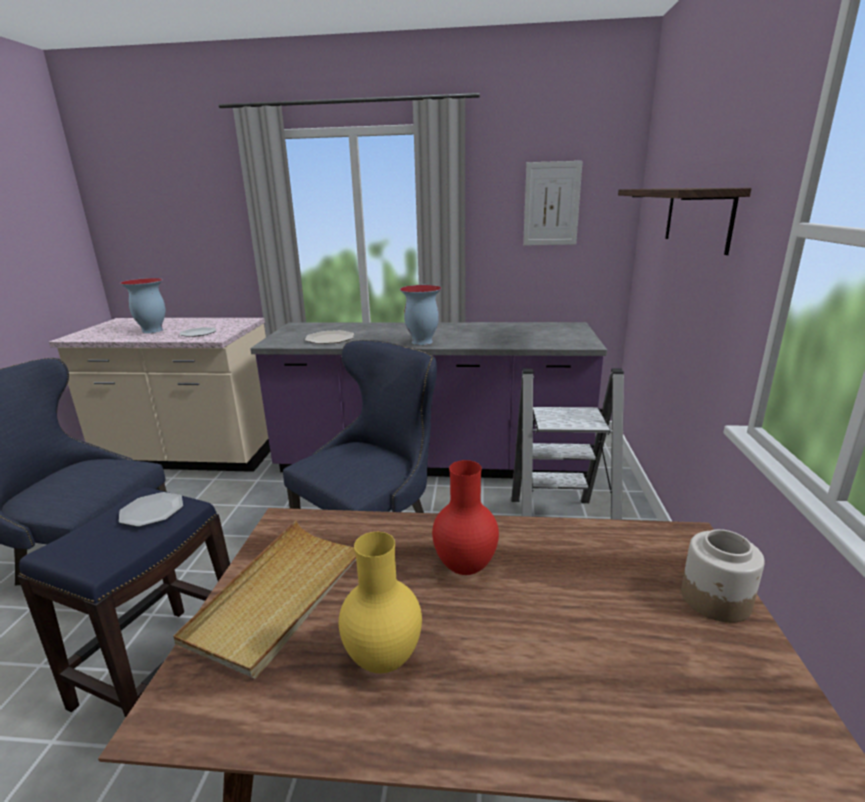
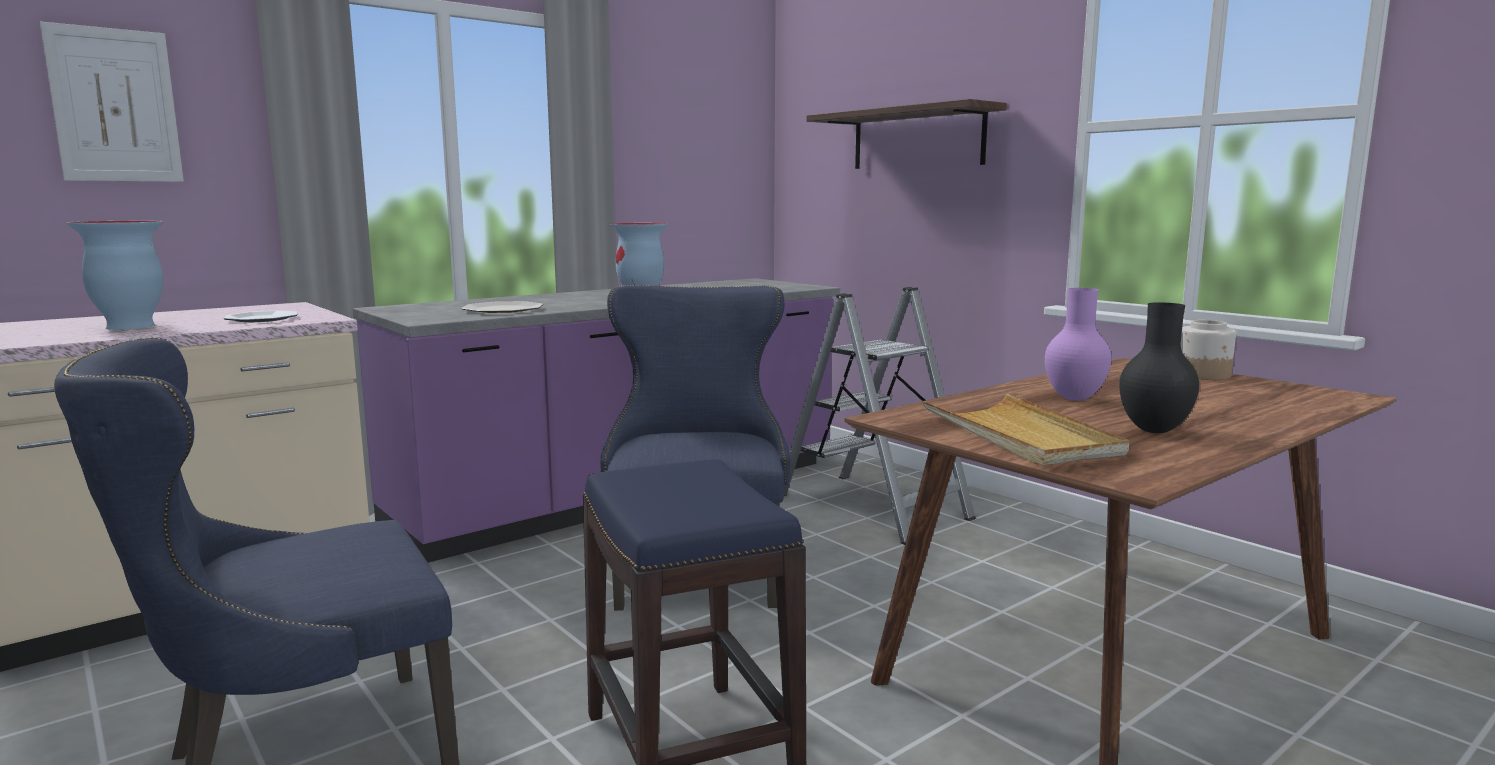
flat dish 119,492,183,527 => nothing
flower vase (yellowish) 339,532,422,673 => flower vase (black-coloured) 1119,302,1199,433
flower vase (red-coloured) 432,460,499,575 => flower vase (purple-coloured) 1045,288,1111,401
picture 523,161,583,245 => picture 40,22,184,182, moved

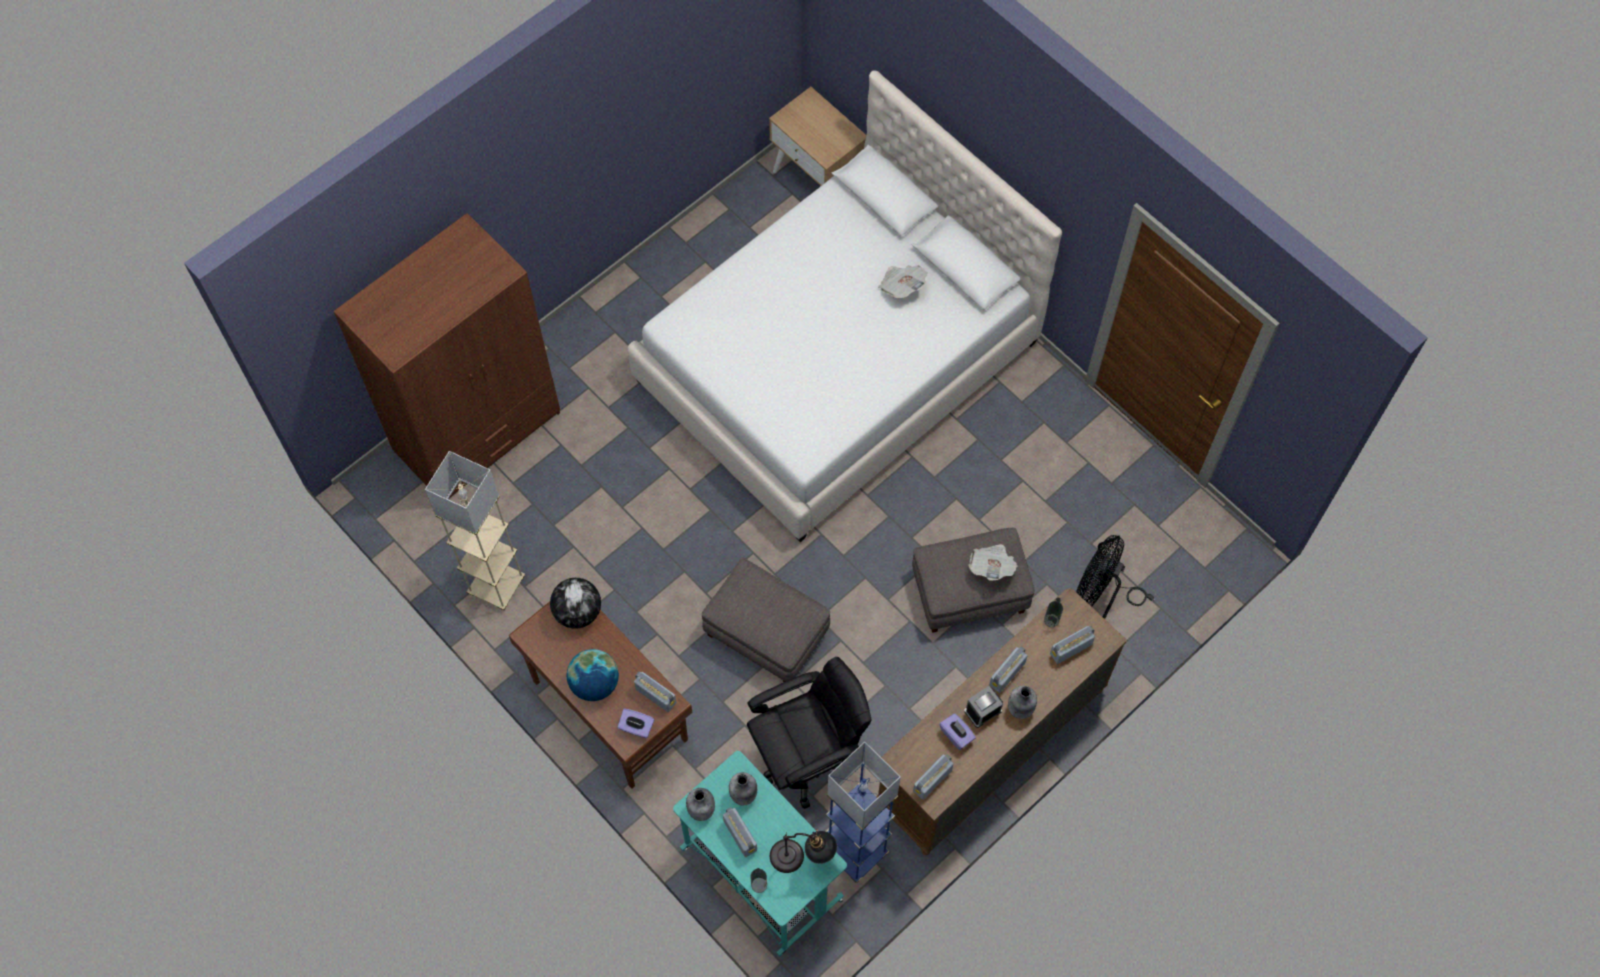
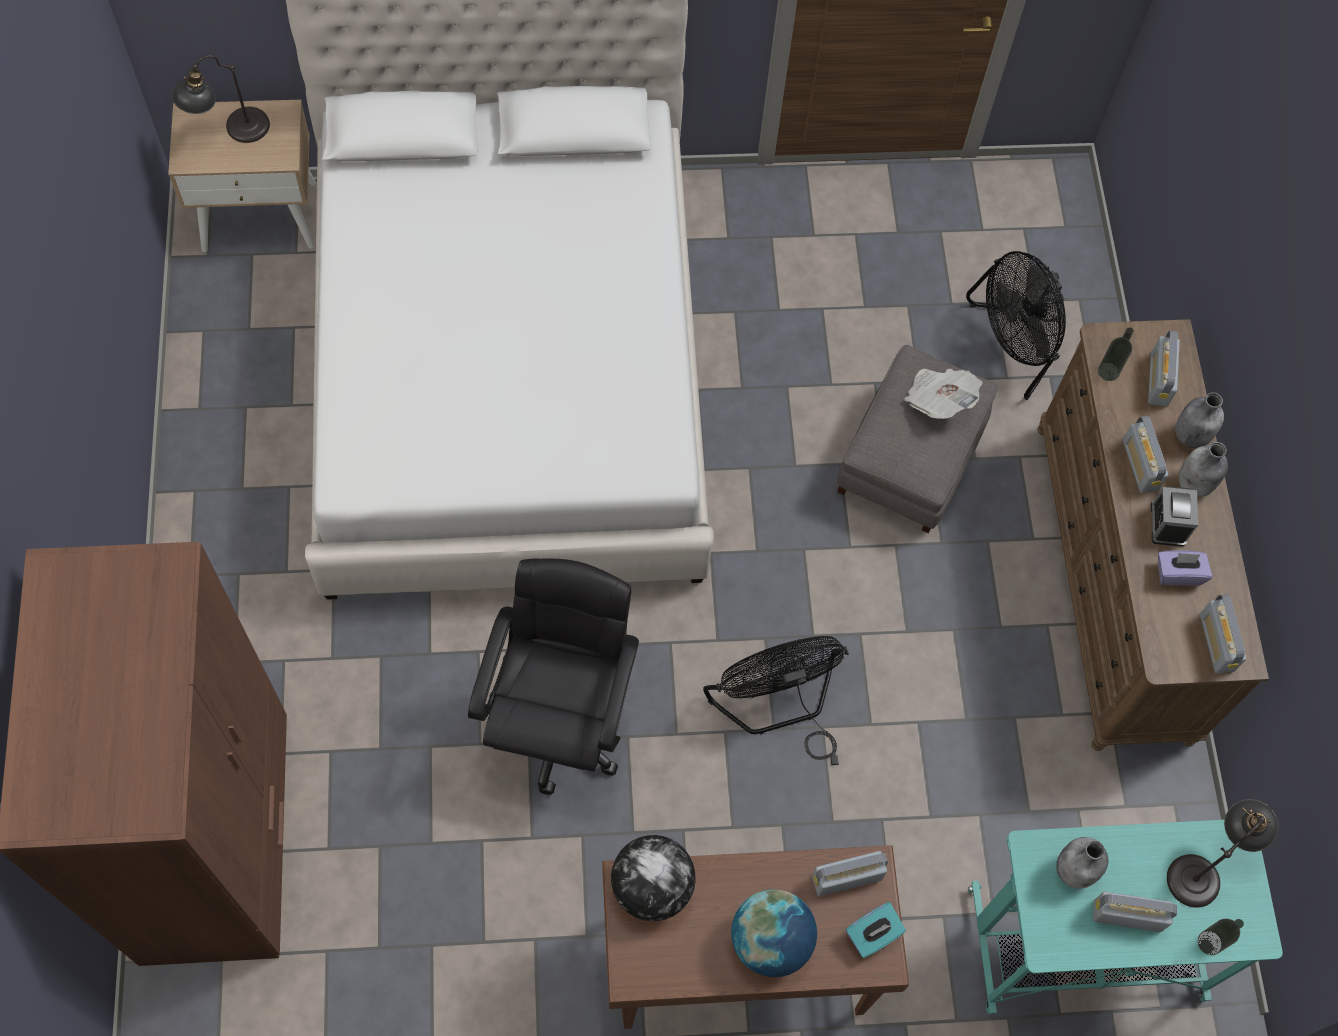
standard lamp (beige-coloured) 425,451,525,610 => nothing
tissue box (purple-coloured) 617,708,654,738 => tissue box (turquoise) 846,902,906,958
beverage bottle (greyish) 686,788,715,821 => beverage bottle (greyish) 1175,392,1224,448, moved
pouffe (greyish) 702,558,830,682 => fan (black-coloured) 703,636,849,765
office chair (black-coloured) 747,657,871,809 => office chair (black-coloured) 468,558,639,795, moved
standard lamp (blue) 826,742,901,883 => nothing
daily paper 878,265,928,298 => nothing
nothing => lamp for a table (greyish) 172,55,270,143

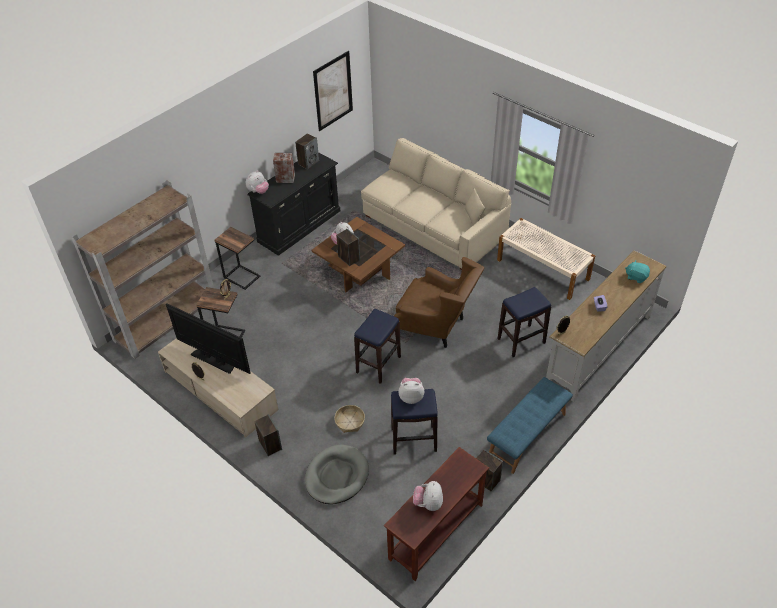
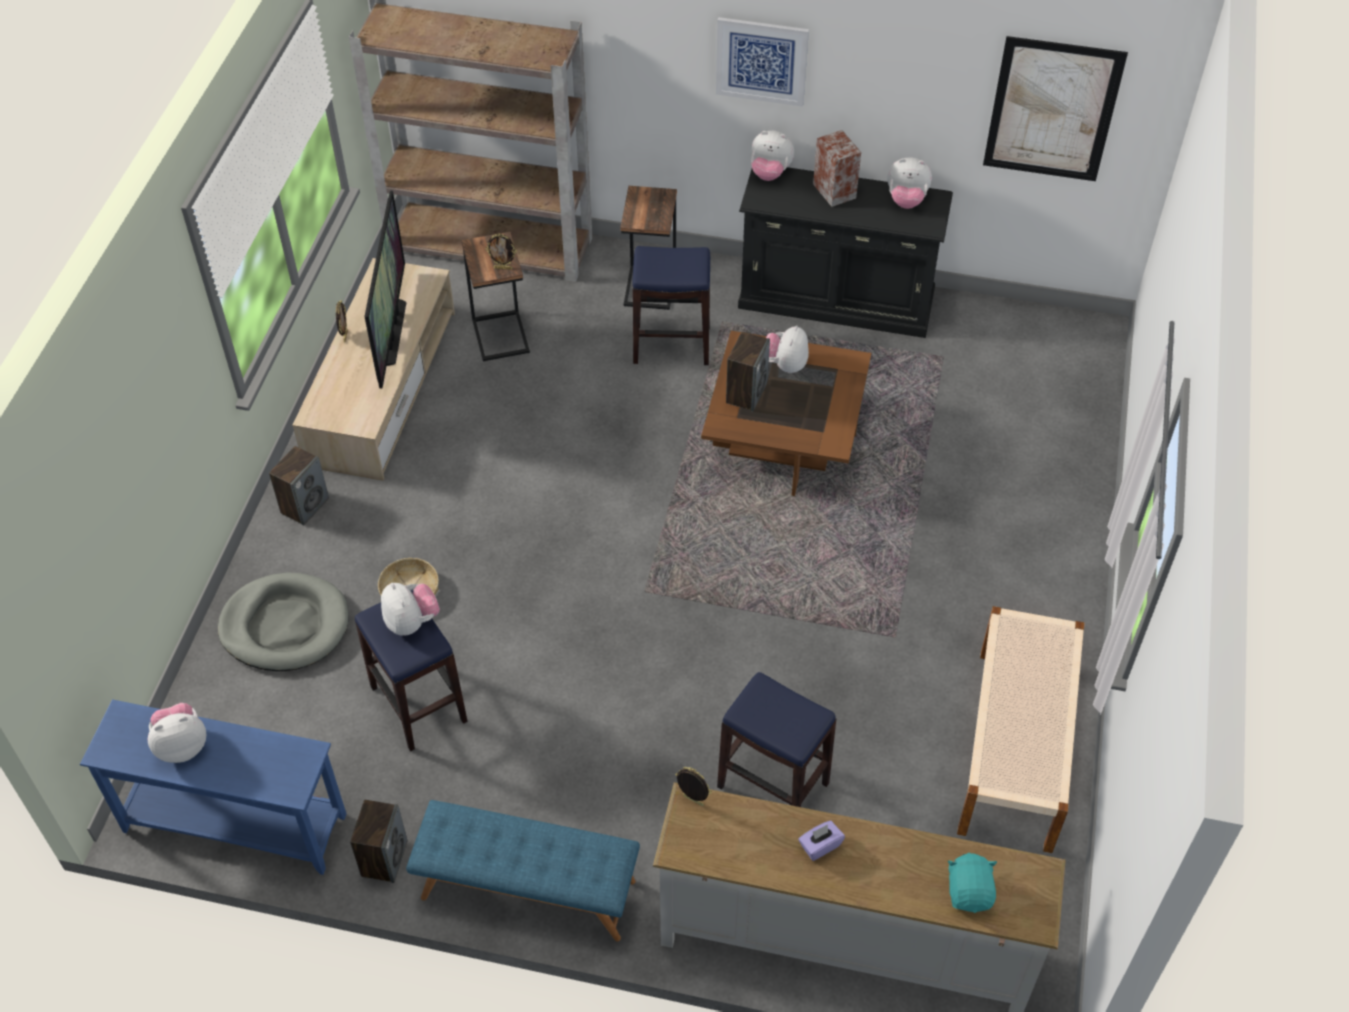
audio speaker 295,134,319,169 => plush toy 887,157,932,209
stool 354,309,401,384 => stool 632,246,710,365, moved
settee (beige-coloured) 361,138,511,270 => nothing
console table (brown) 384,447,489,581 => console table (blue) 80,699,346,875
lounge chair (brown) 394,257,484,348 => nothing
nothing => picture 716,17,809,107

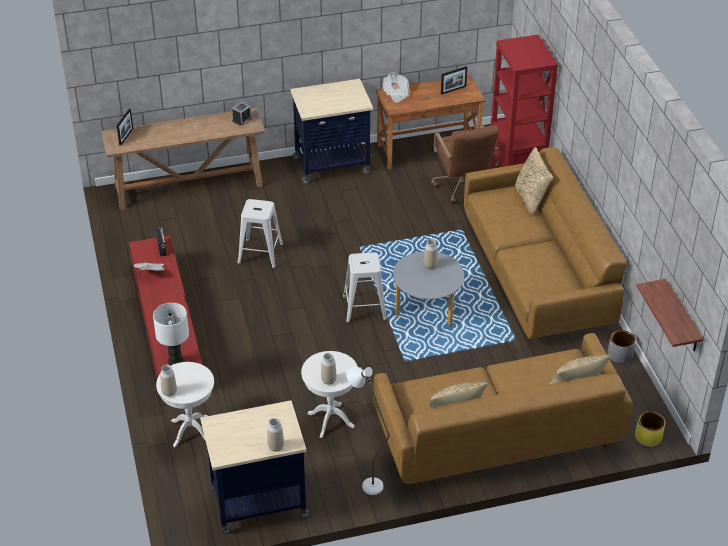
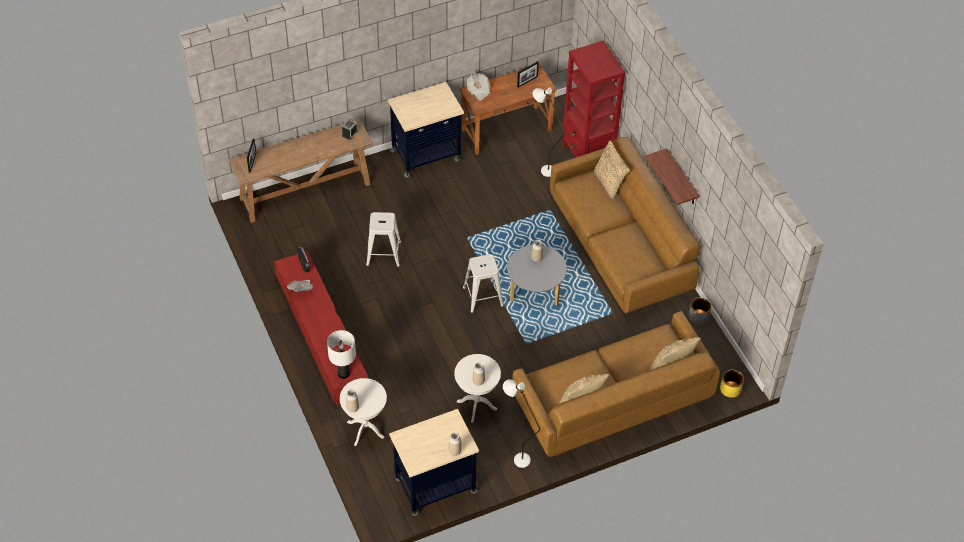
office chair (brown) 431,125,499,204 => standard lamp (white-coloured) 533,88,565,177
shelf 636,279,703,351 => shelf 645,148,699,205, moved

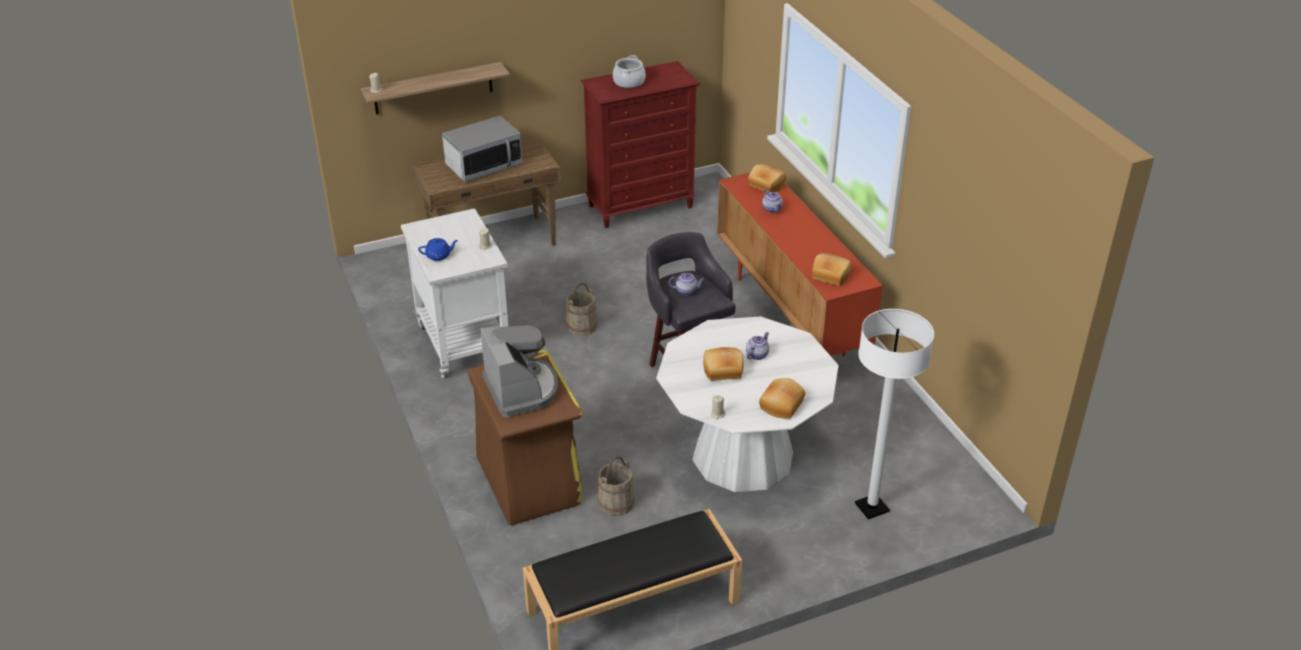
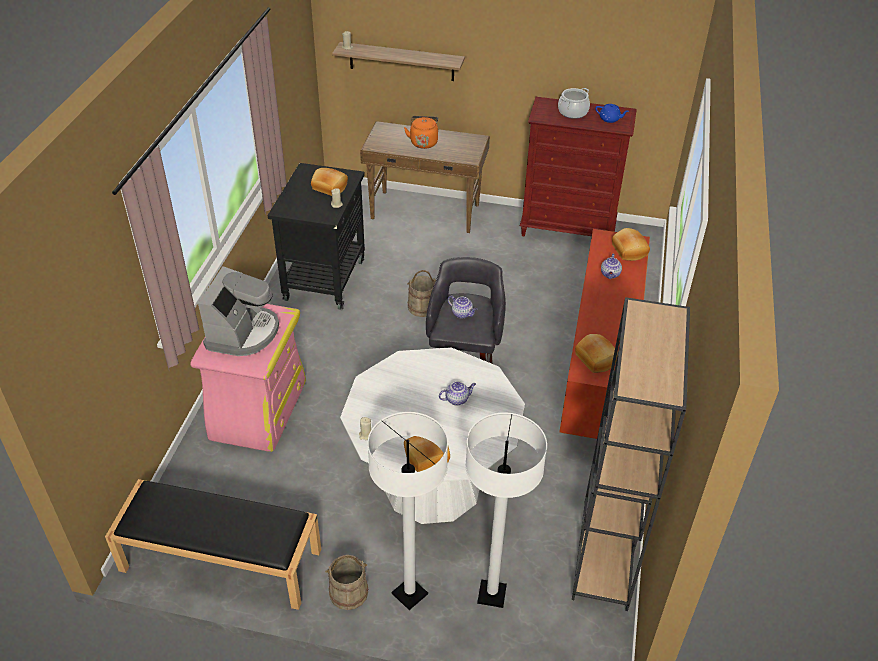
cart (white-coloured) 401,208,508,378 => cart (black-coloured) 268,163,365,310
teapot (blue) 418,238,458,261 => teapot (blue) 595,104,629,123, moved
microwave oven 442,116,522,182 => water kettle (orangey) 404,116,438,149
nightstand (brown) 468,350,583,525 => nightstand (pink) 190,304,306,452
bucket (beige-coloured) 597,456,635,516 => bucket (beige-coloured) 325,555,368,610, moved
bread 703,347,744,381 => bread 311,168,348,196, moved
nothing => standard lamp (white-coloured) 368,412,448,610
nothing => bookcase 572,297,690,611

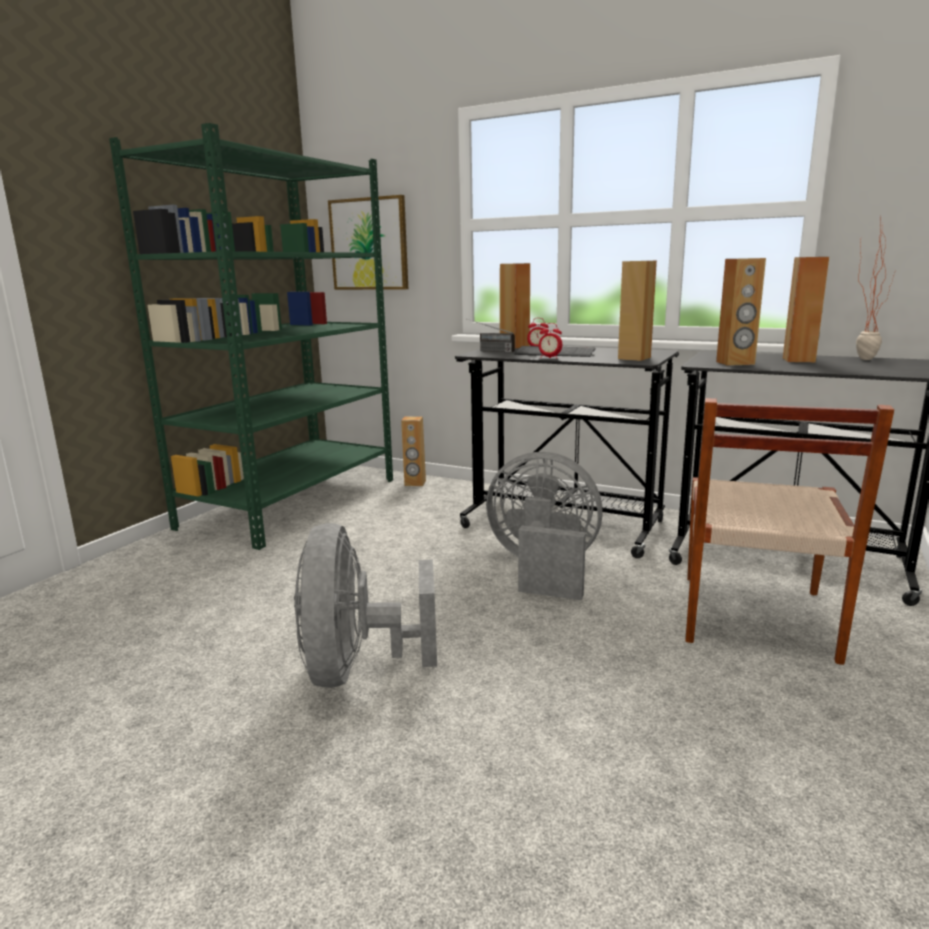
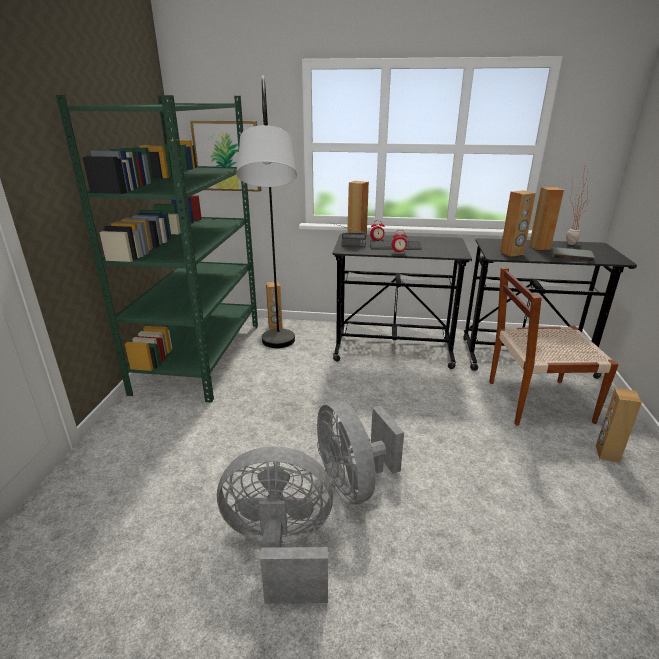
fan (greyish) 486,452,603,600 => fan (greyish) 217,446,333,604, moved
audio speaker (brown) 618,261,657,361 => audio speaker (brown) 596,388,642,463, moved
upright chair 685,398,894,665 => upright chair 489,267,619,426, 90 degrees clockwise
nothing => standard lamp (greyish) 236,75,297,348
nothing => book (greyish) 551,247,595,262

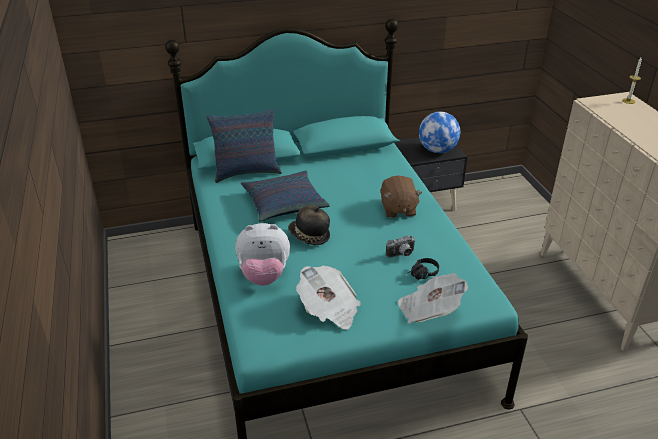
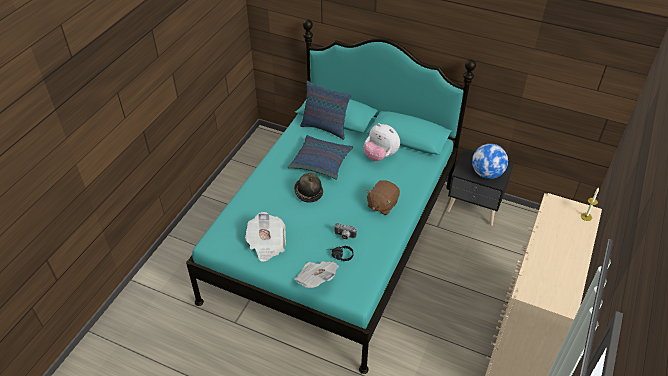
plush toy 235,223,290,286 => plush toy 363,123,400,161, moved

